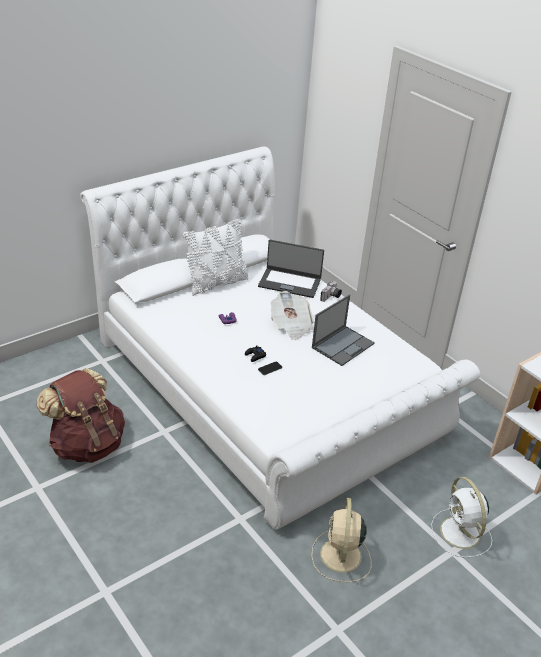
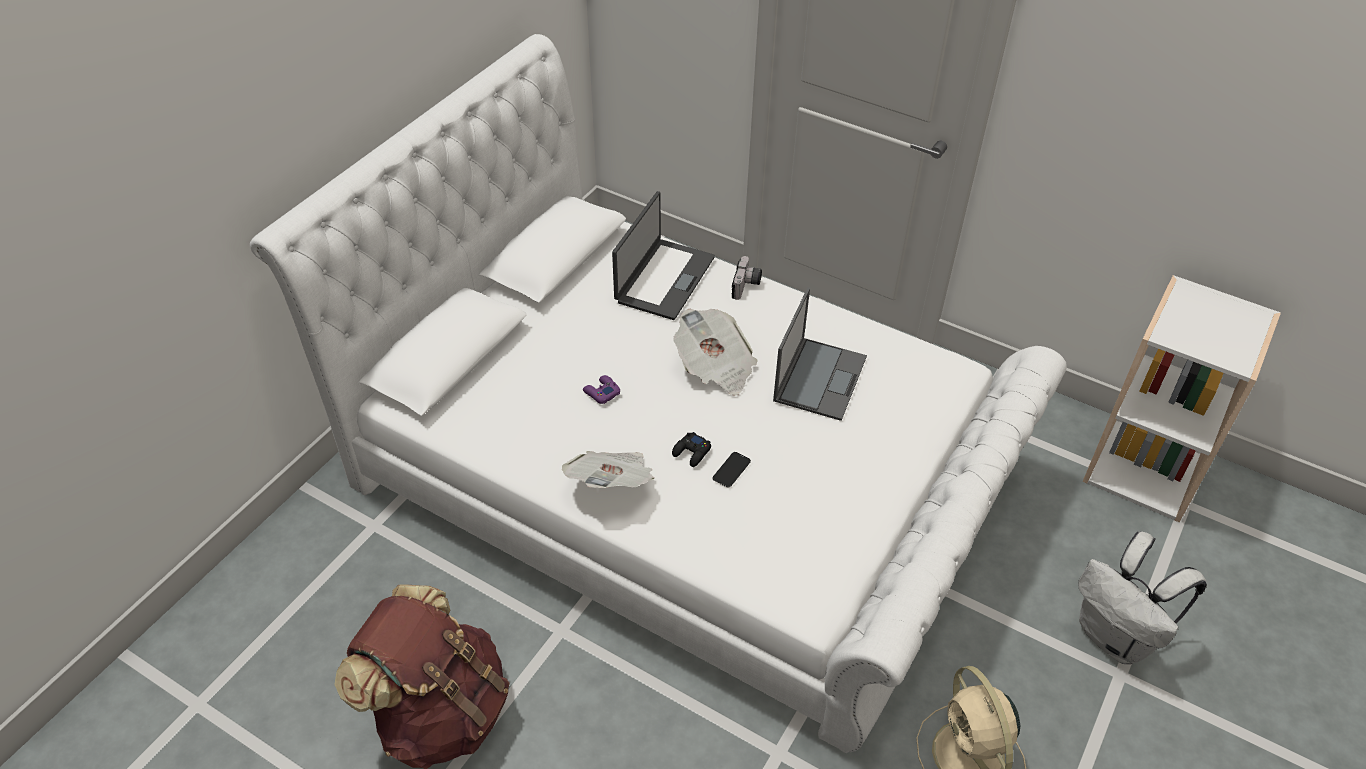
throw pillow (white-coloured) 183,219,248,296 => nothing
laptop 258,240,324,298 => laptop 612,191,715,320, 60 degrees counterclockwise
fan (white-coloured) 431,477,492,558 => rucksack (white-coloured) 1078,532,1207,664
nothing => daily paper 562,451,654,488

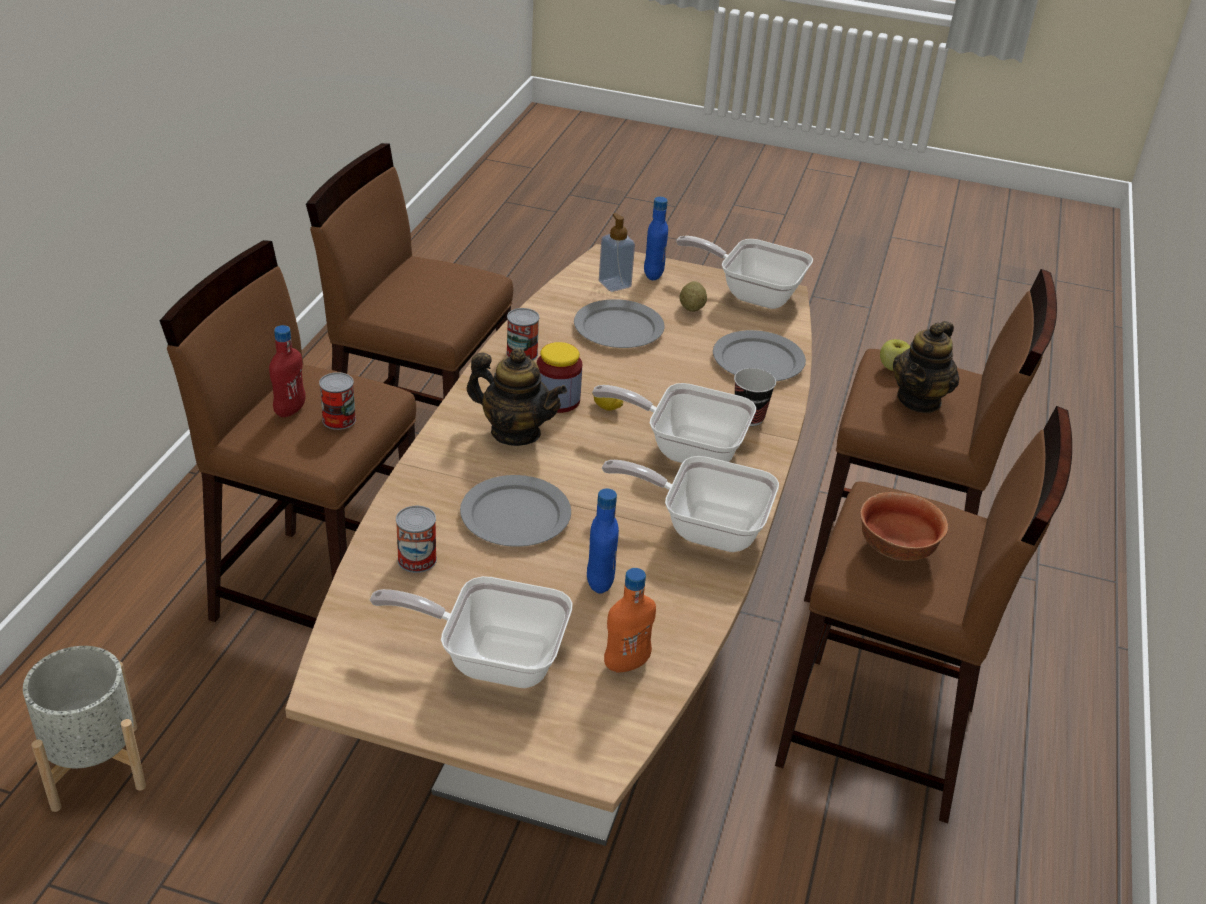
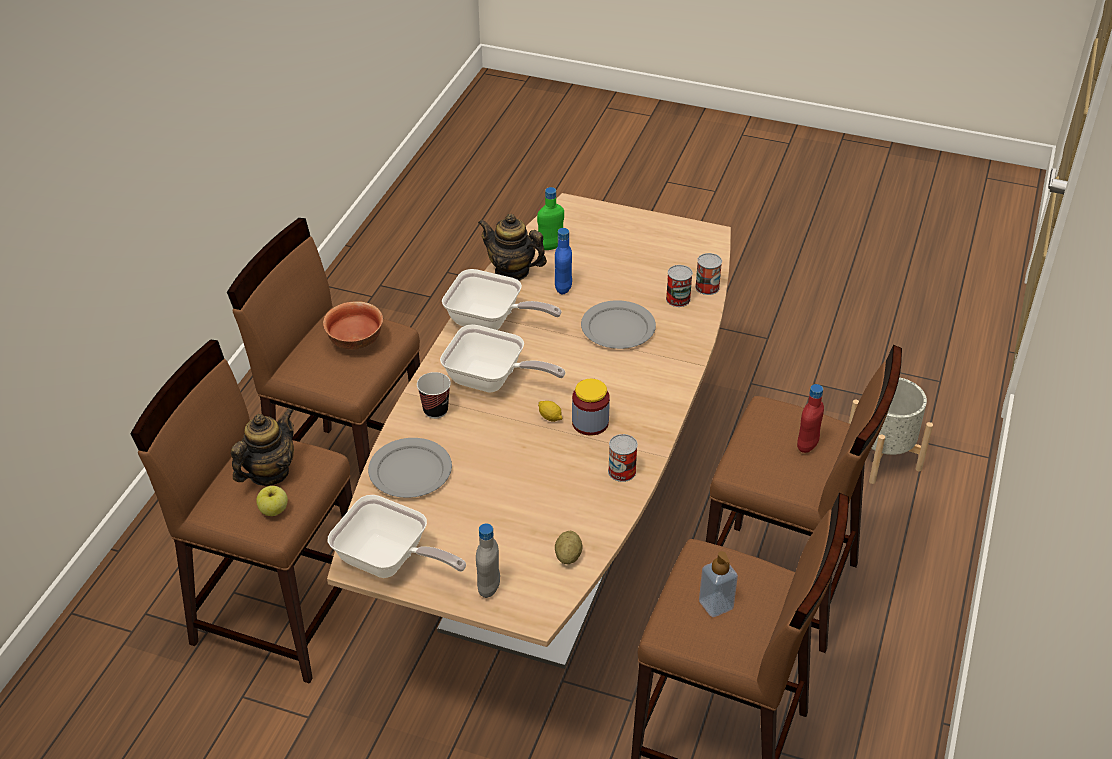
sealed can 319,372,356,430 => sealed can 695,253,722,295, moved
frying pan 370,576,573,688 => nothing
teapot 466,348,567,446 => teapot 478,214,547,281, moved
flat dish (greyish) 574,299,665,348 => nothing
liquid soap bottle 599,213,635,292 => liquid soap bottle 699,551,738,617, moved
beverage bottle (orangey) 604,568,656,672 => beverage bottle (green) 537,187,564,250
beverage bottle (blue) 644,197,668,281 => beverage bottle (greyish) 476,524,500,598
spud 679,281,707,312 => spud 555,531,582,564, moved

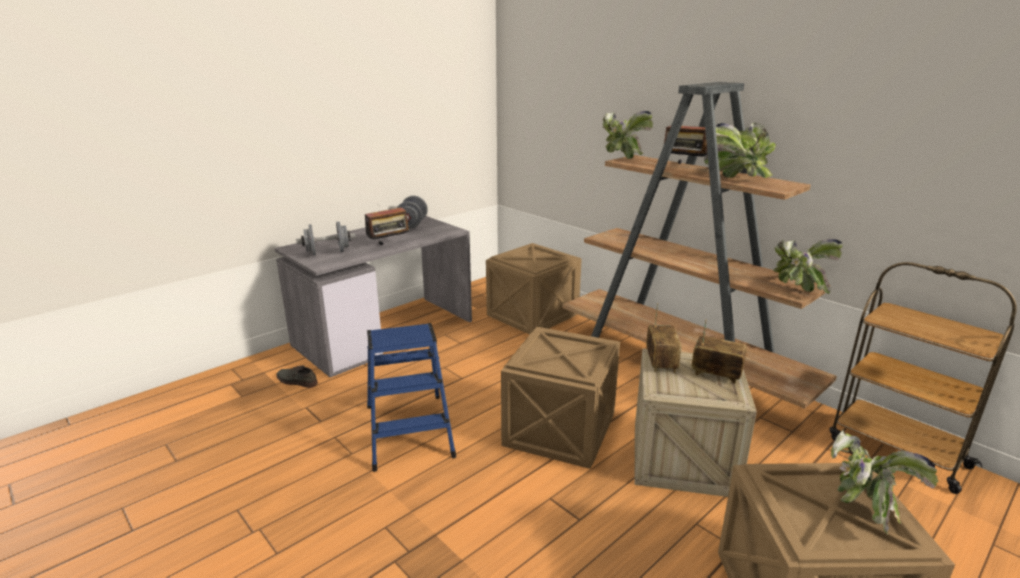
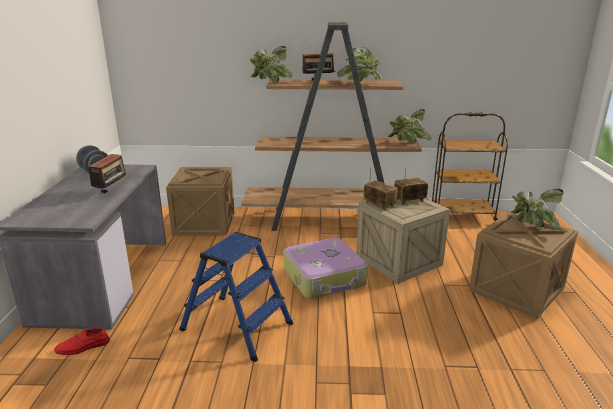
low shoe (greyish) 276,365,318,388 => low shoe (red-coloured) 54,328,110,355
dumbbell (greyish) 296,222,356,255 => nothing
crate 501,327,620,469 => suitcase 283,238,368,299

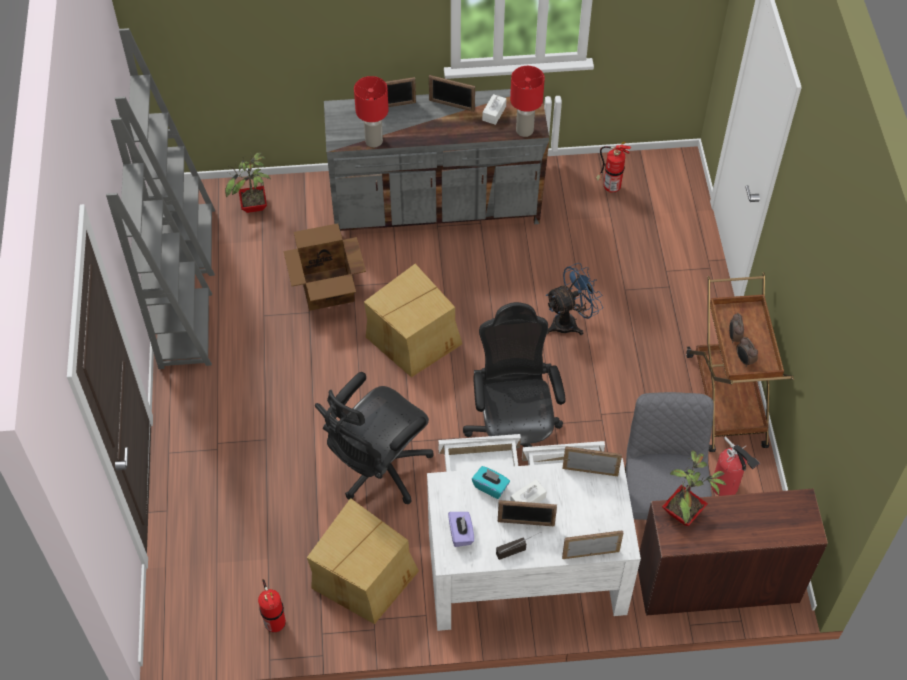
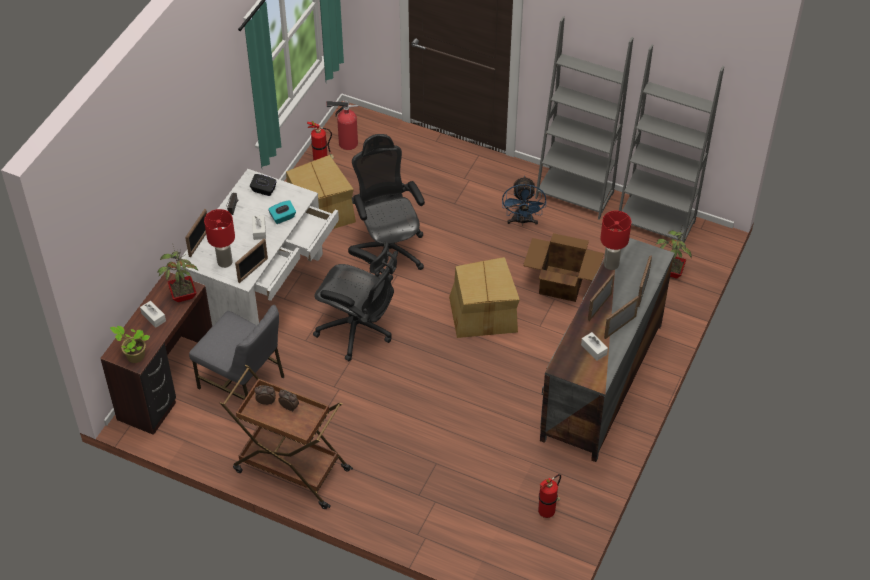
tissue box (purple-coloured) 448,512,474,547 => tissue box (black-coloured) 250,174,277,196
photo frame 498,500,557,526 => photo frame 588,273,614,321, moved
lamp for a table (red-coloured) 510,66,545,137 => lamp for a table (red-coloured) 204,209,235,268, moved
fan (blue) 546,263,603,335 => fan (blue) 502,176,546,226, moved
extinguisher 711,436,760,496 => extinguisher 326,99,358,150, moved
nothing => potted plant 110,326,150,363
nothing => tissue box (white-coloured) 140,301,166,328

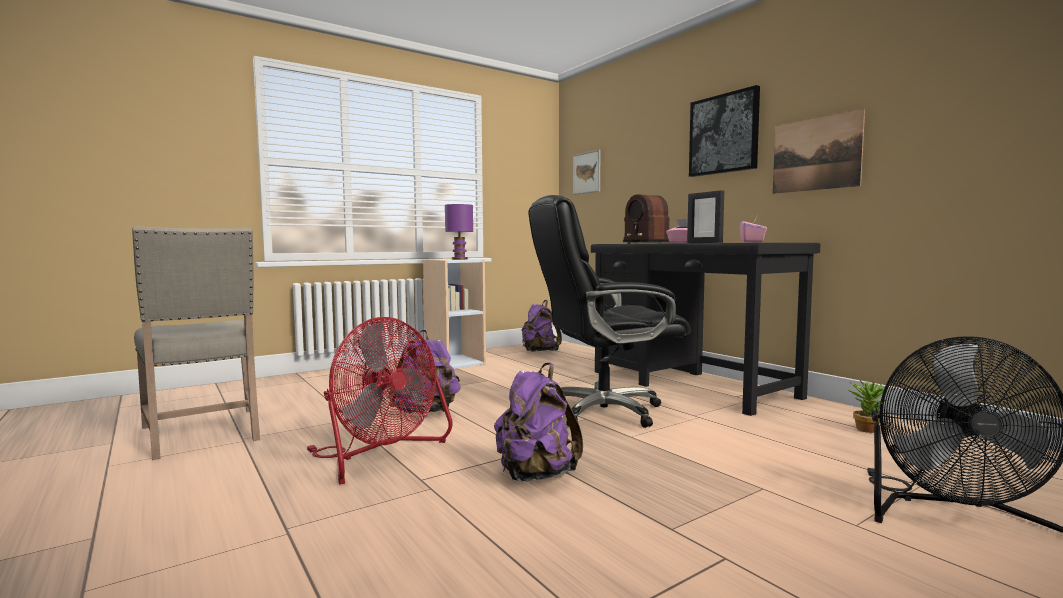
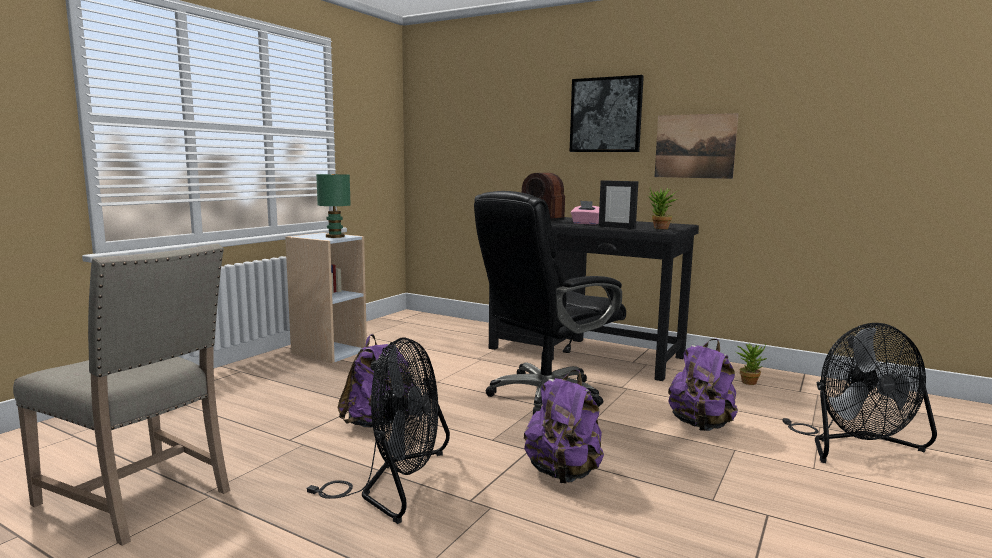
fan (red-coloured) 307,317,452,485 => fan (black-coloured) 306,337,450,524
lamp for a table (purple-coloured) 445,204,473,260 => lamp for a table (green) 316,174,351,238
rucksack (purple-coloured) 521,300,562,352 => rucksack (purple-coloured) 668,339,738,431, moved
picture 573,150,601,195 => nothing
tissue box (pink) 740,216,767,243 => potted plant 649,188,679,229

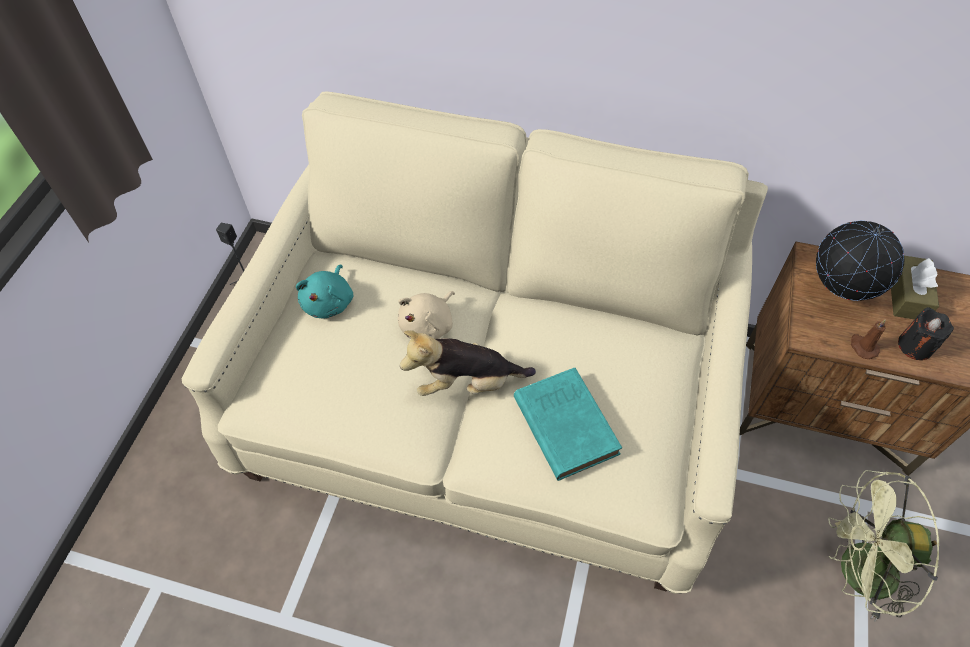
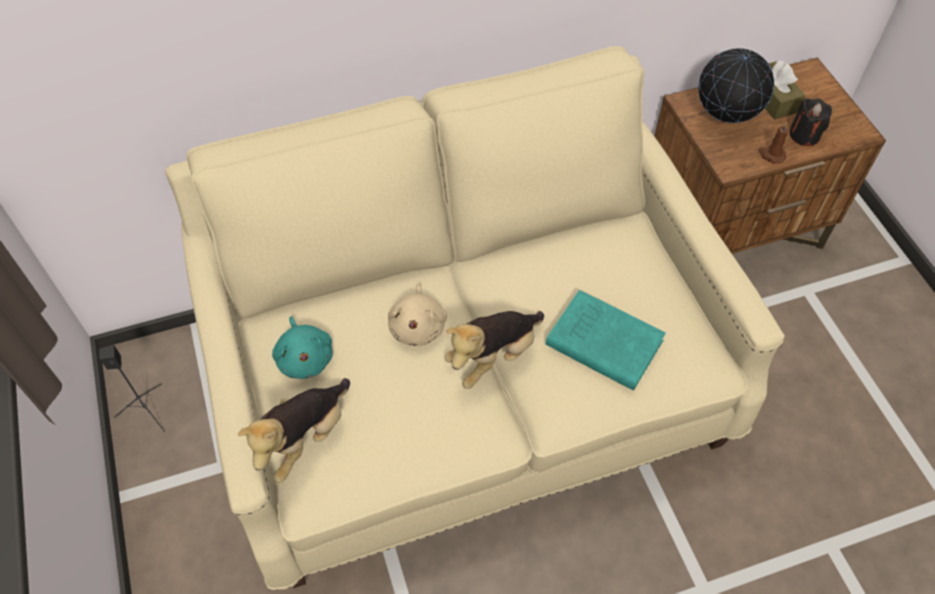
fan (green) 828,470,939,622 => nothing
nothing => plush toy 238,378,350,483

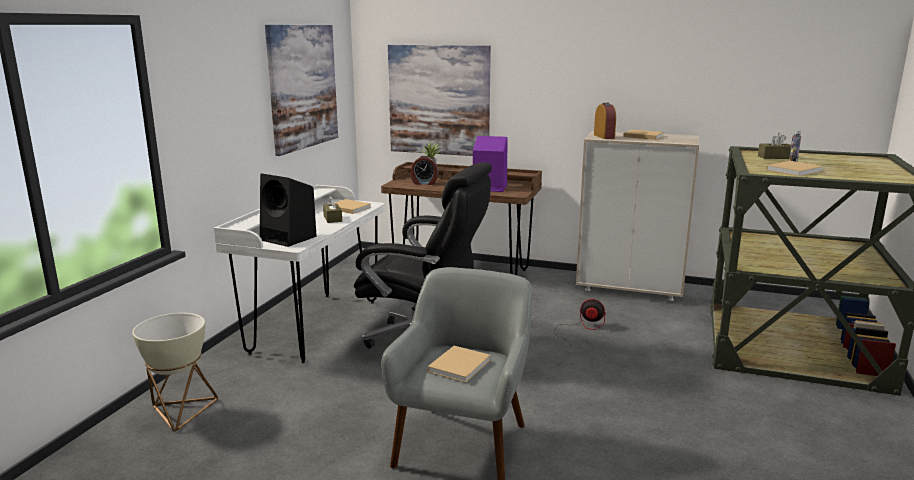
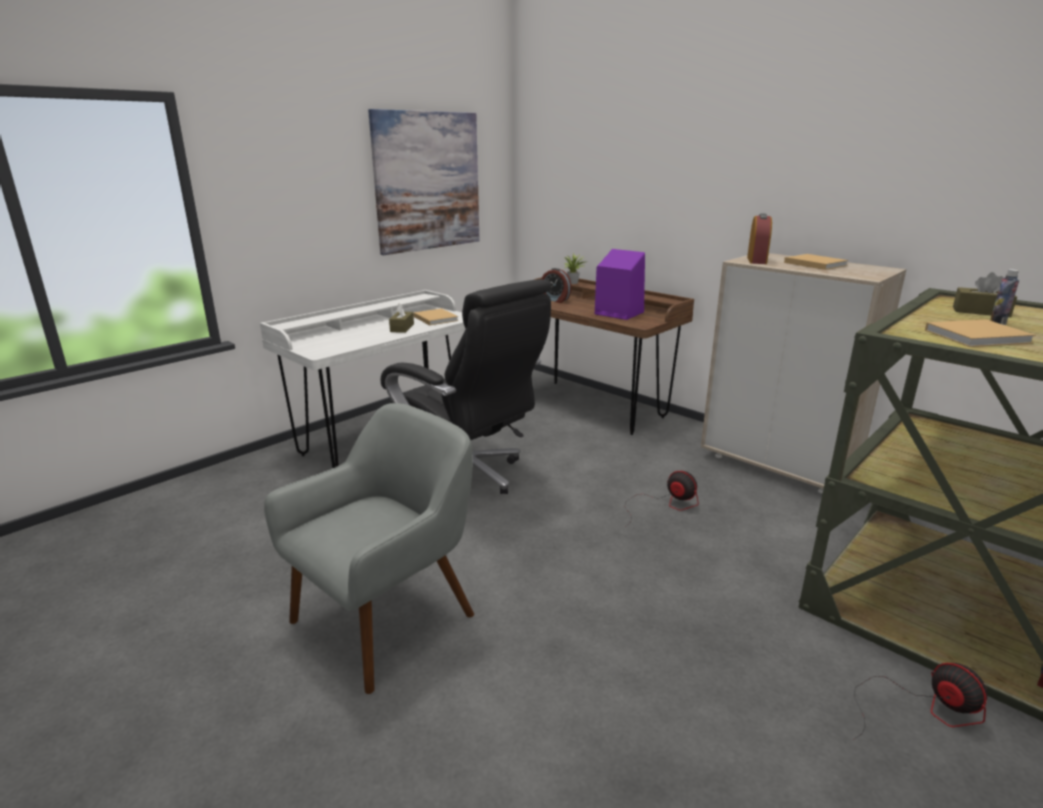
flower pot 132,313,218,431 => nothing
audio speaker (black-coloured) 260,173,317,247 => nothing
picture 388,45,491,156 => nothing
book (beige-coloured) 428,346,491,383 => nothing
nothing => fan 853,663,987,740

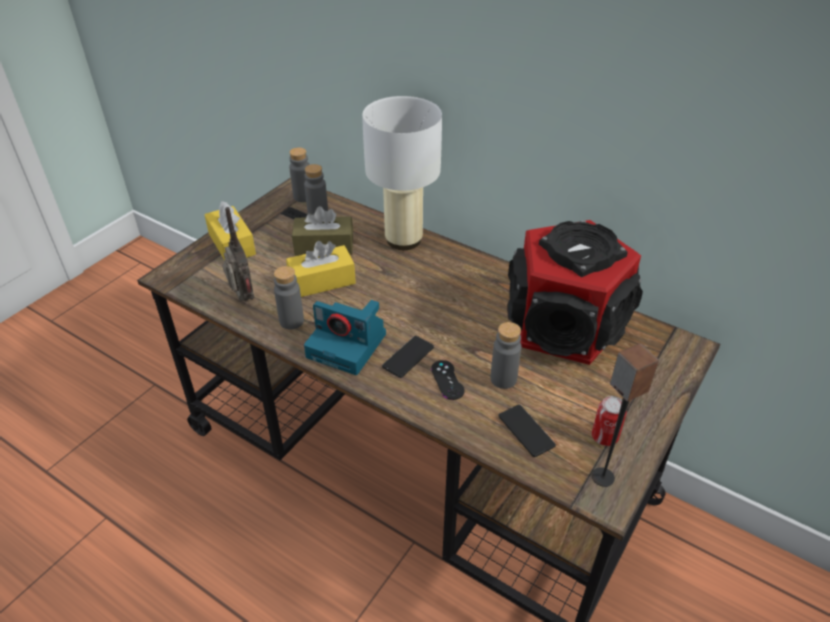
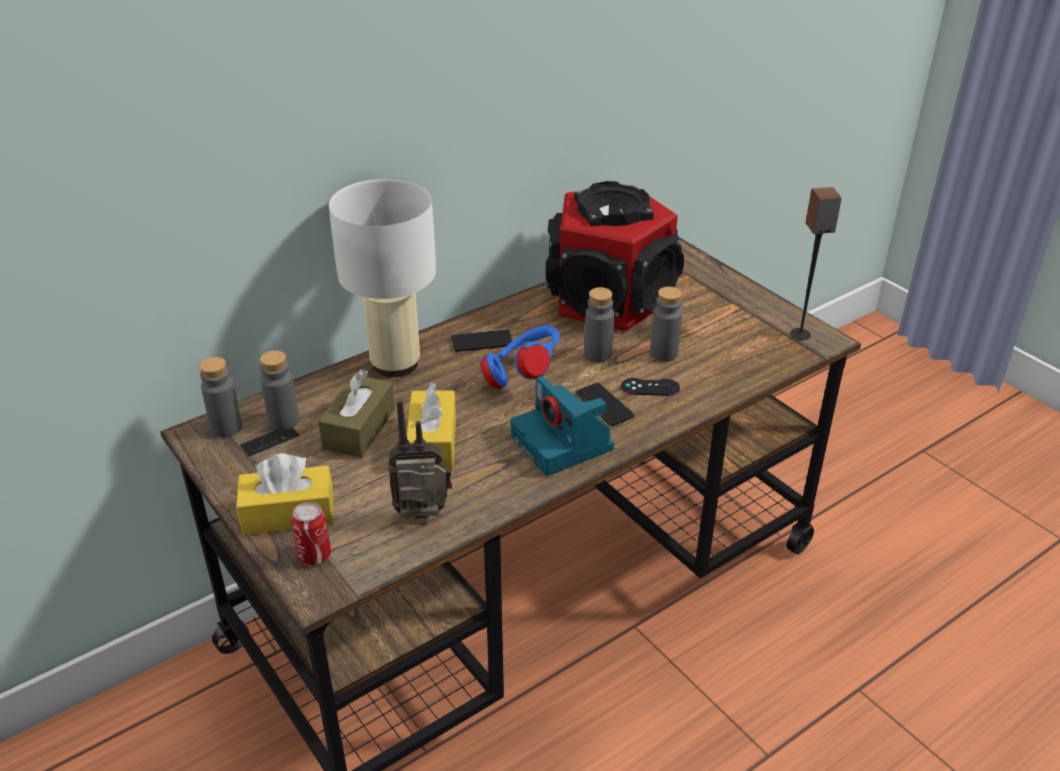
beverage bottle (greyish) 274,266,304,330 => beverage bottle (greyish) 584,287,614,362, moved
still camera 304,300,386,375 => still camera 511,376,614,476, 105 degrees clockwise
handset 498,405,556,457 => handset 451,329,512,352, moved
sealed can 592,396,627,446 => sealed can 291,502,331,565, moved
nothing => headset (blue) 480,325,560,389

